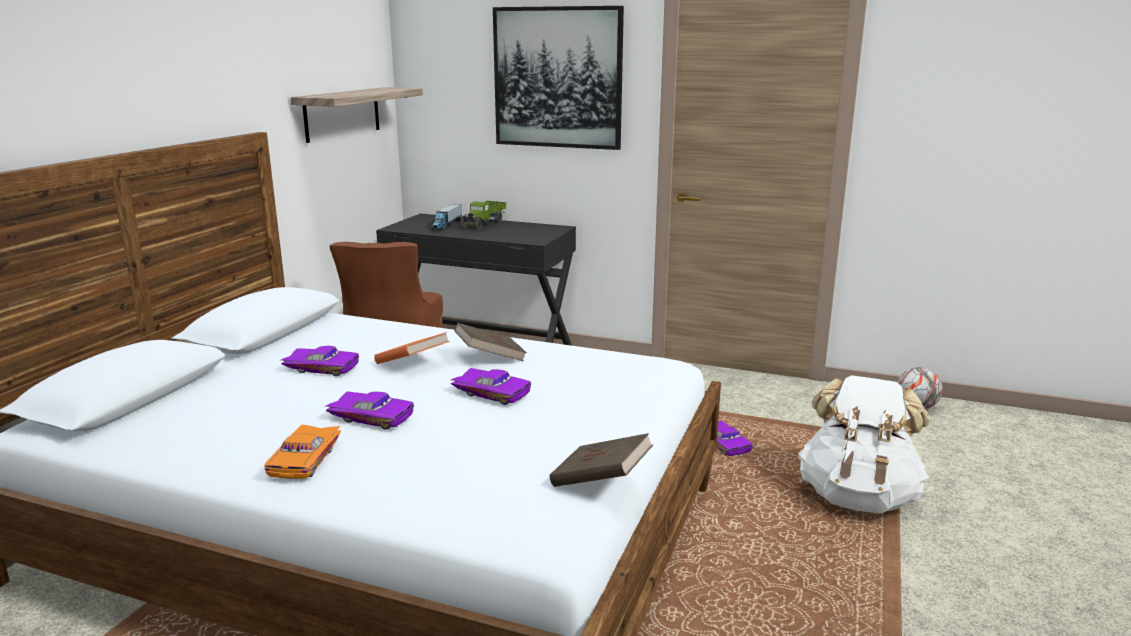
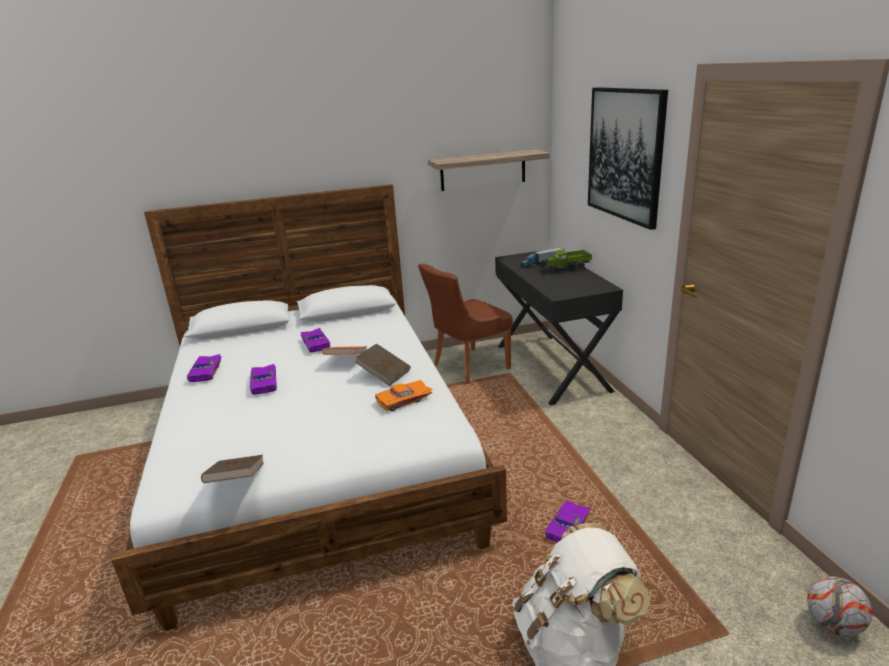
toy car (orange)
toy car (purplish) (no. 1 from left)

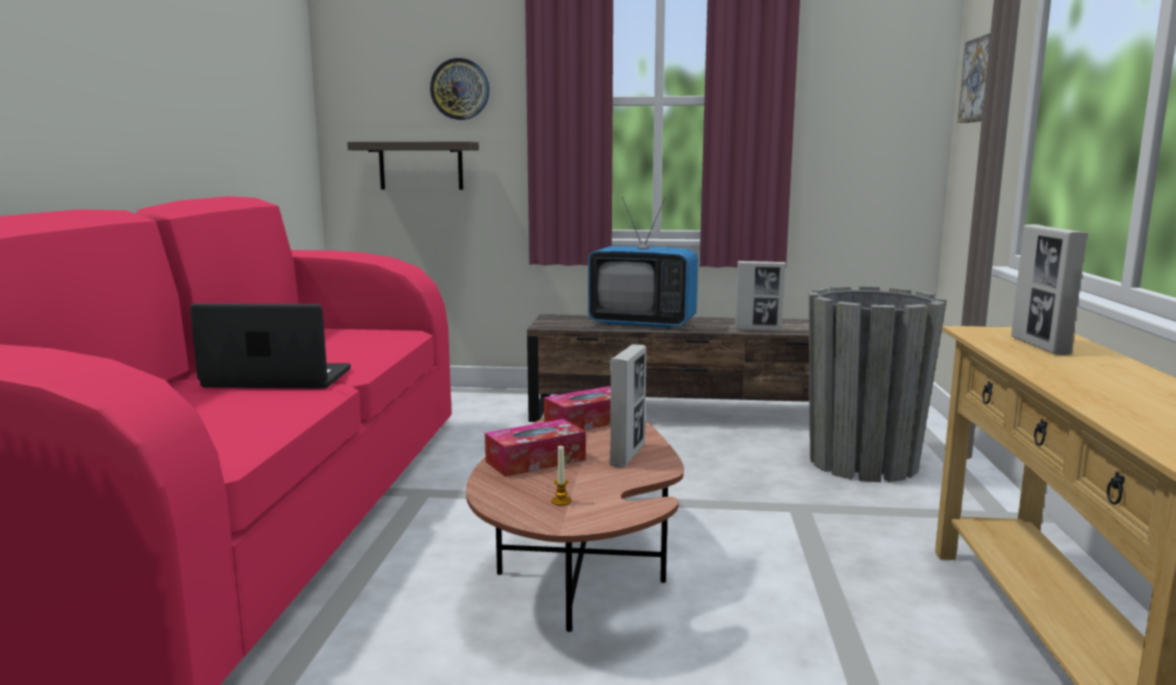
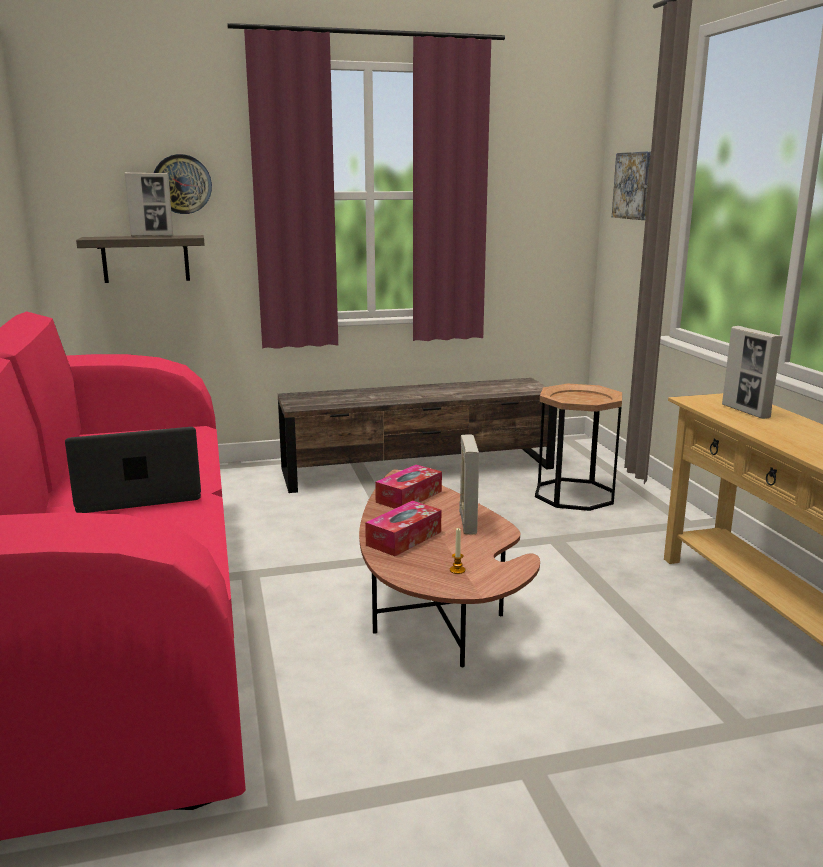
television
standing frame (no. 1 from left)
side table (brownish)

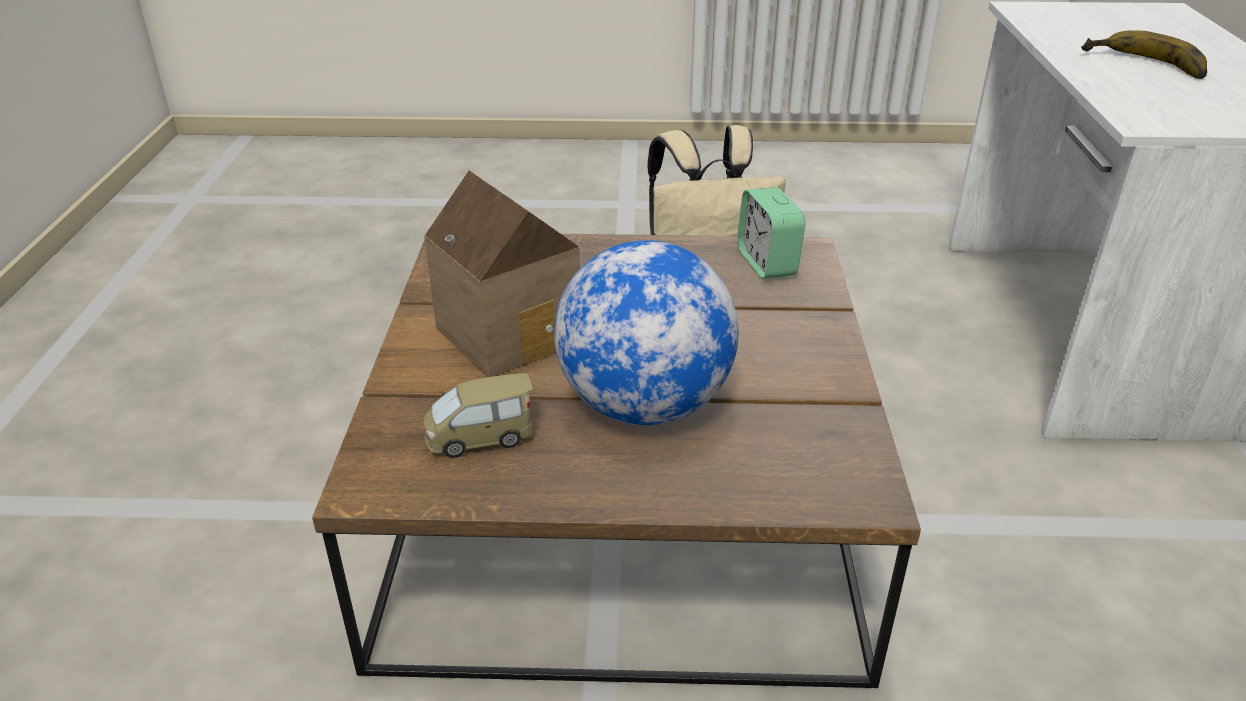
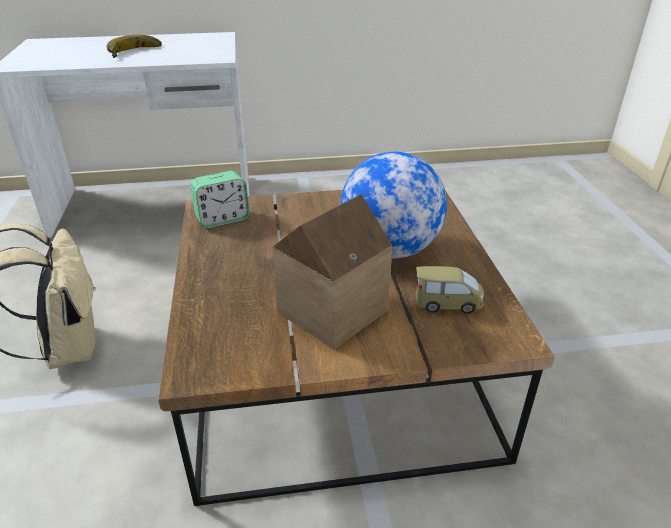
toy car

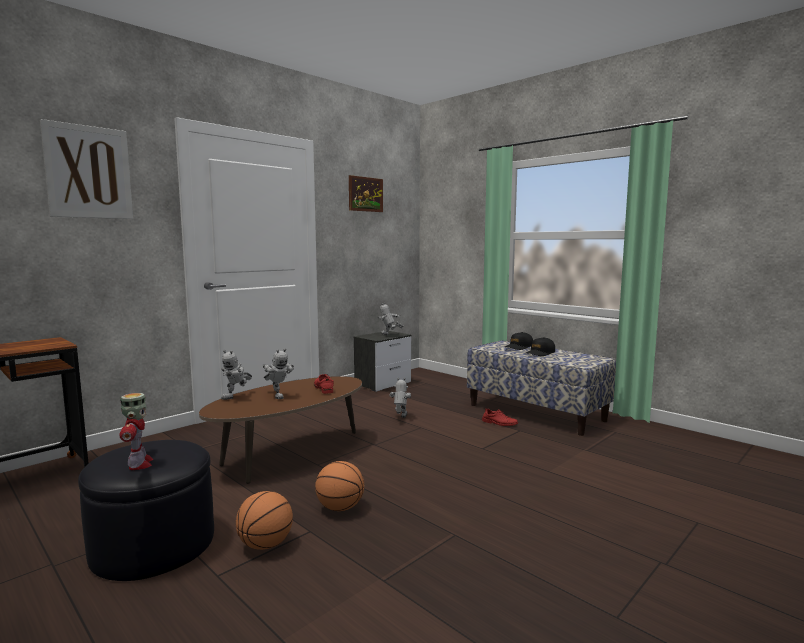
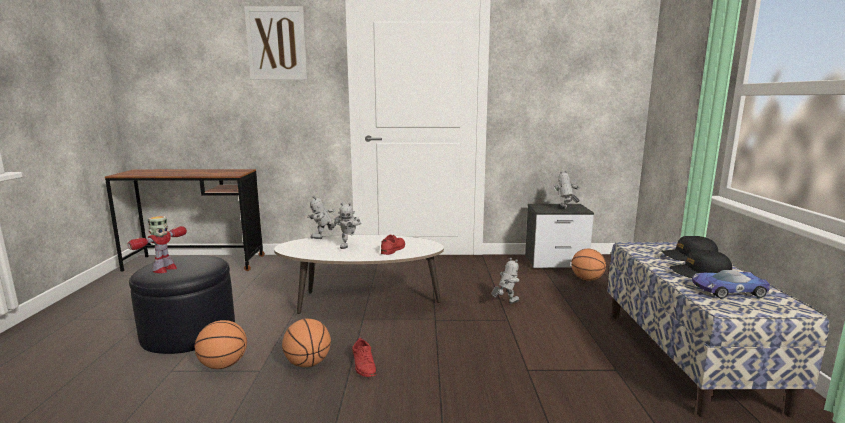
wall art (no. 2 from left in the first image)
ball for basketball (no. 3 from left)
toy car
shoe (red) (no. 1 from left)
low table (white-coloured)

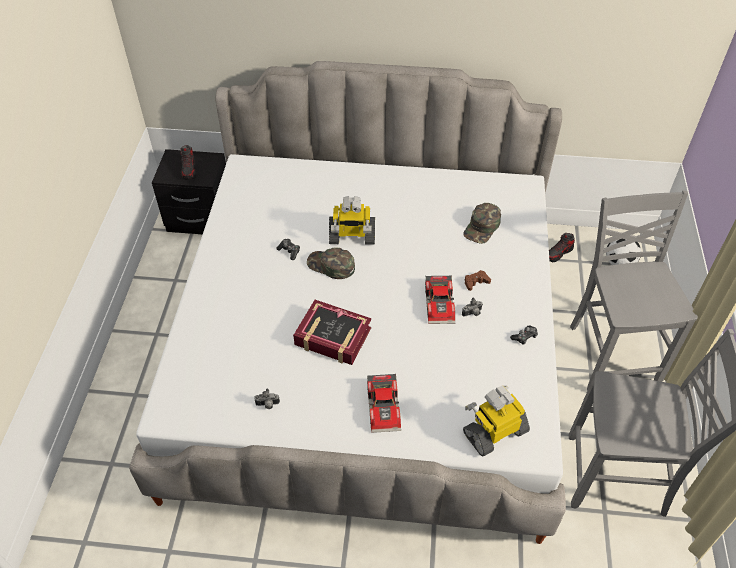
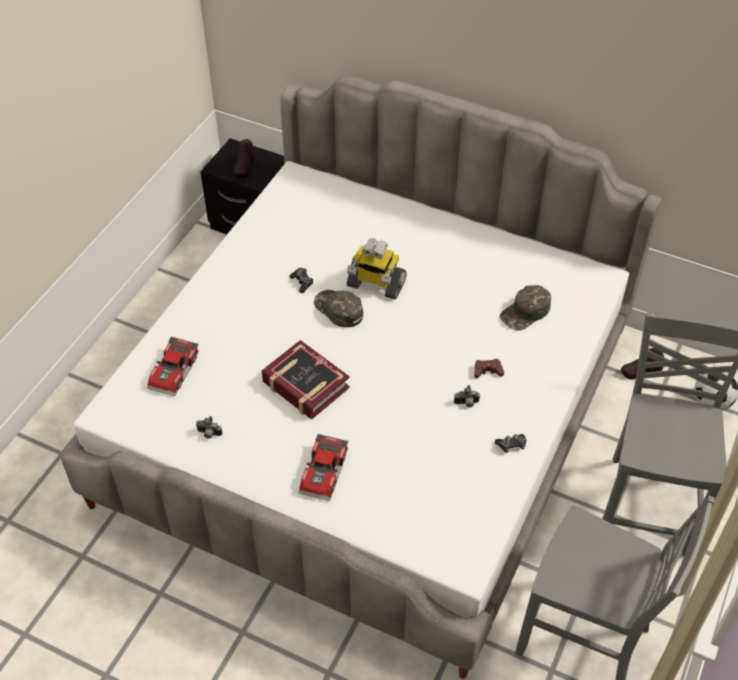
model robot (no. 2 from left in the first image)
toy car (no. 1 from left)

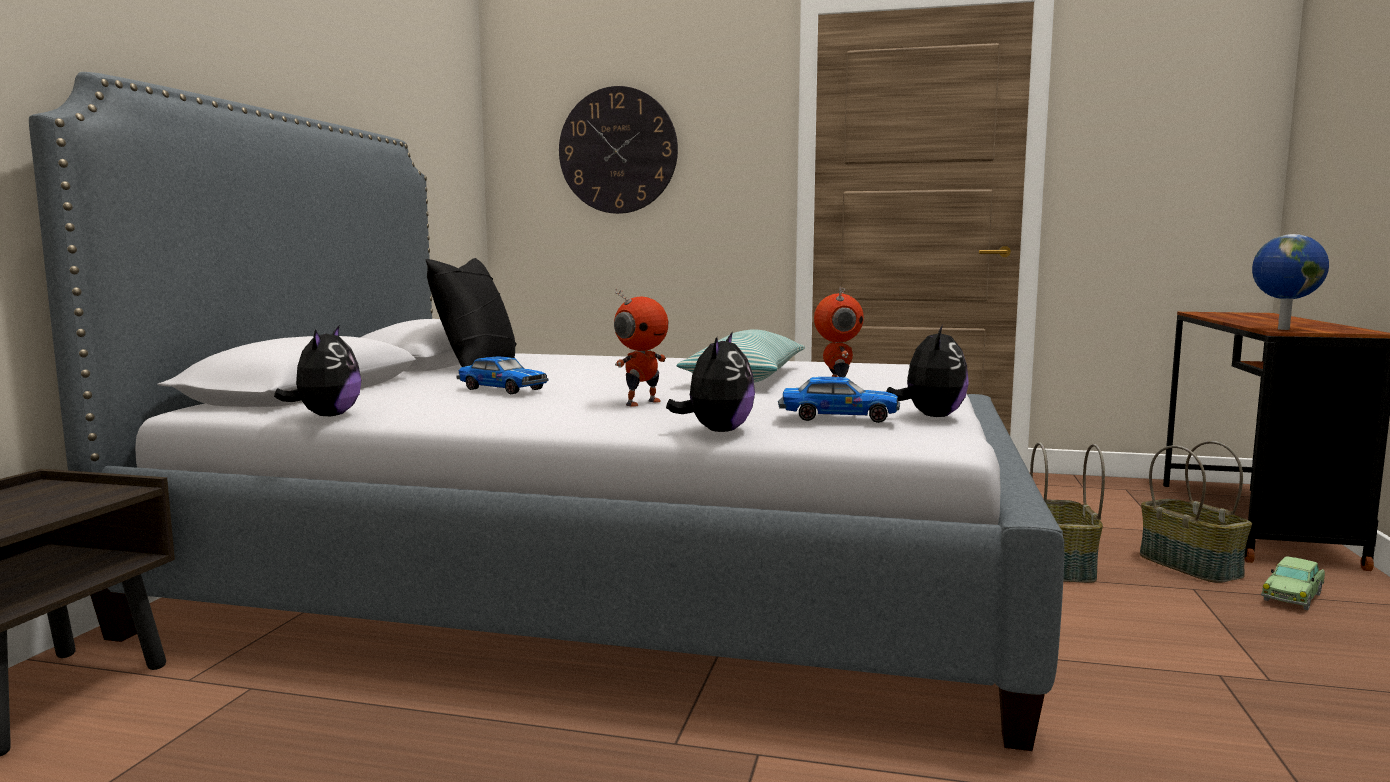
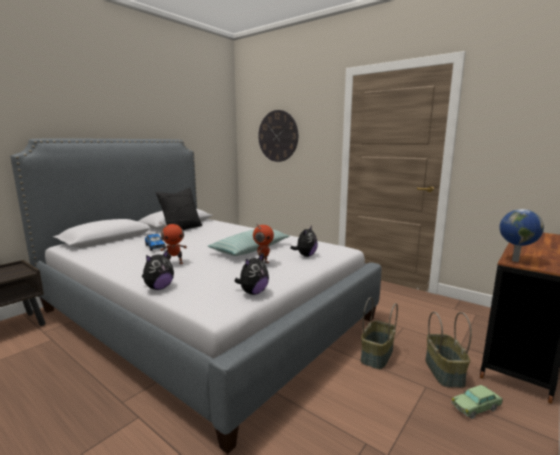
toy car (no. 2 from left in the first image)
soft toy (no. 3 from left)

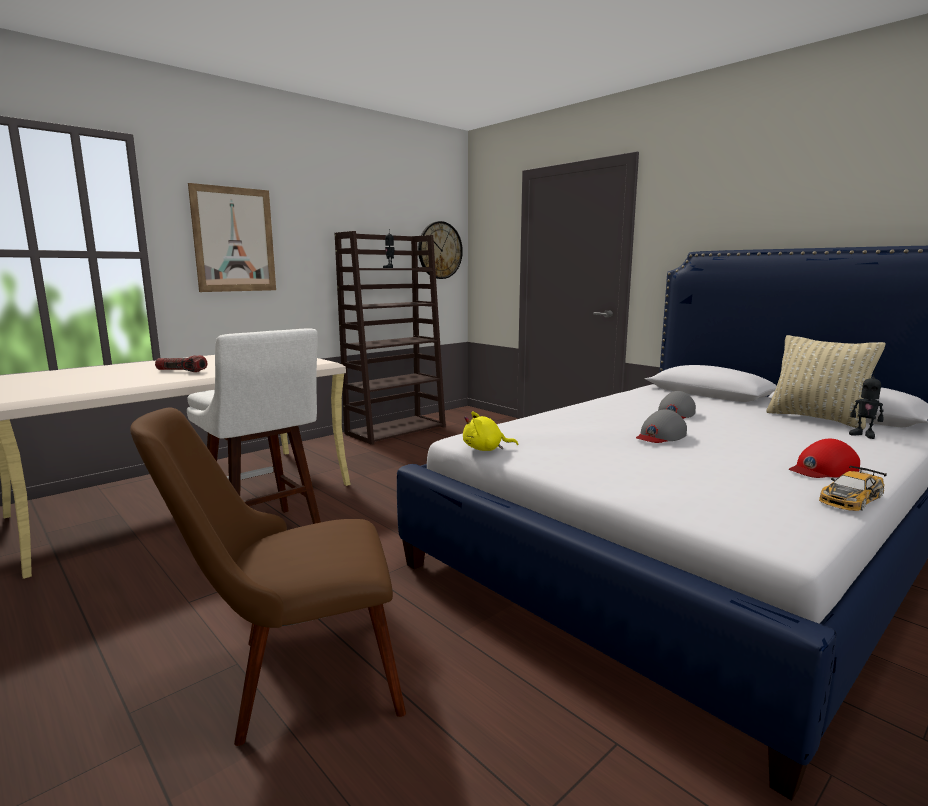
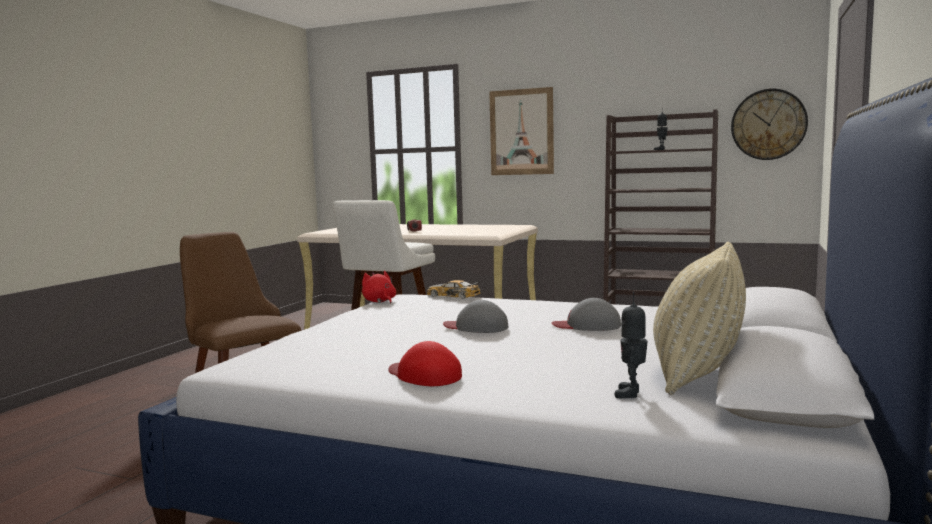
toy car
soft toy (red)

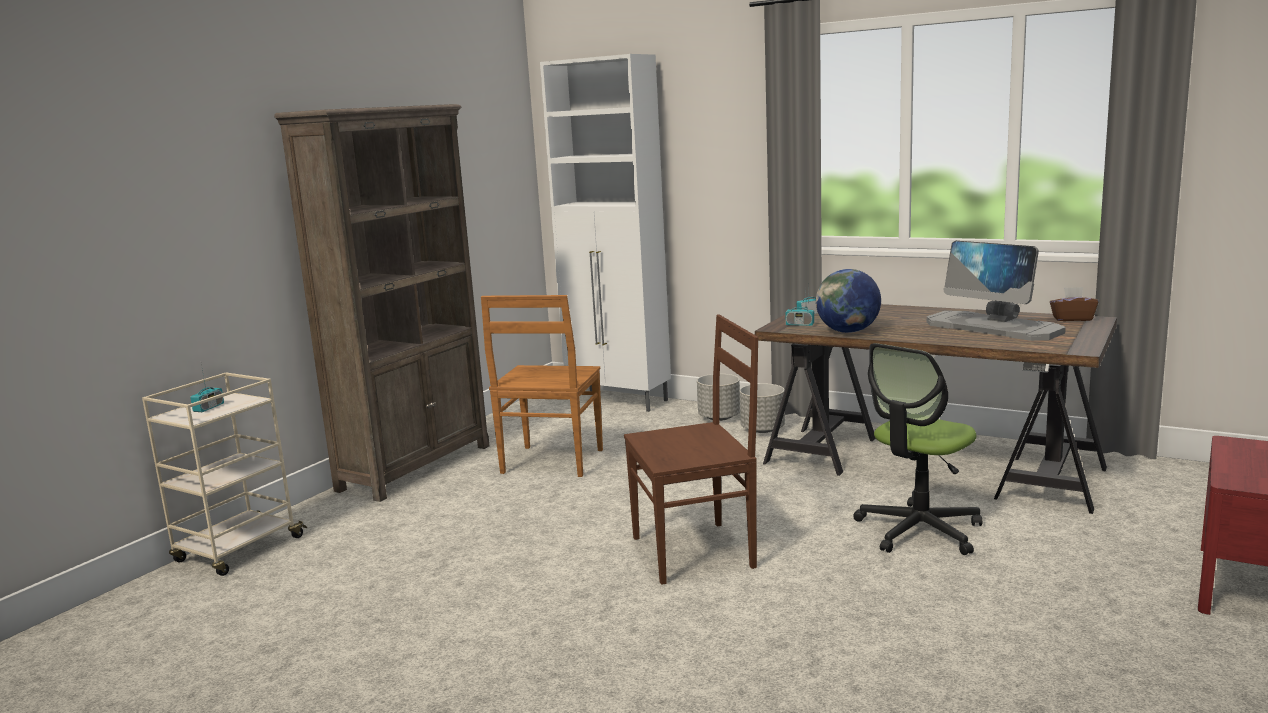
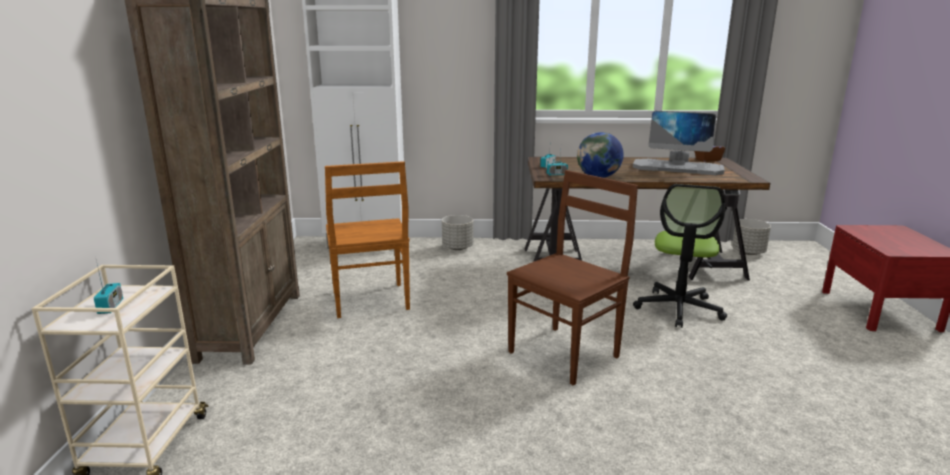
planter (grey) (no. 2 from left)

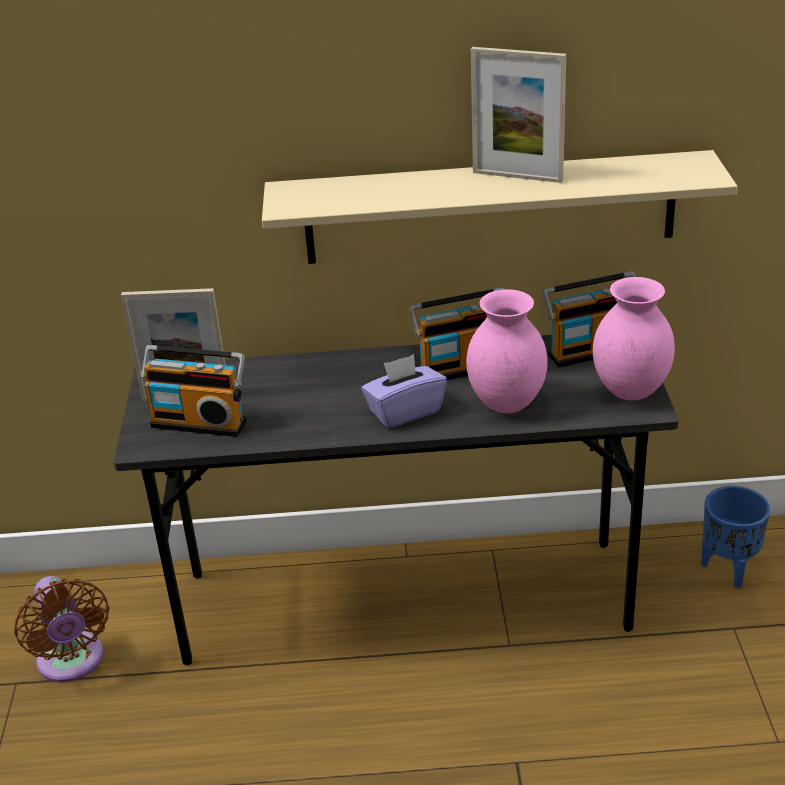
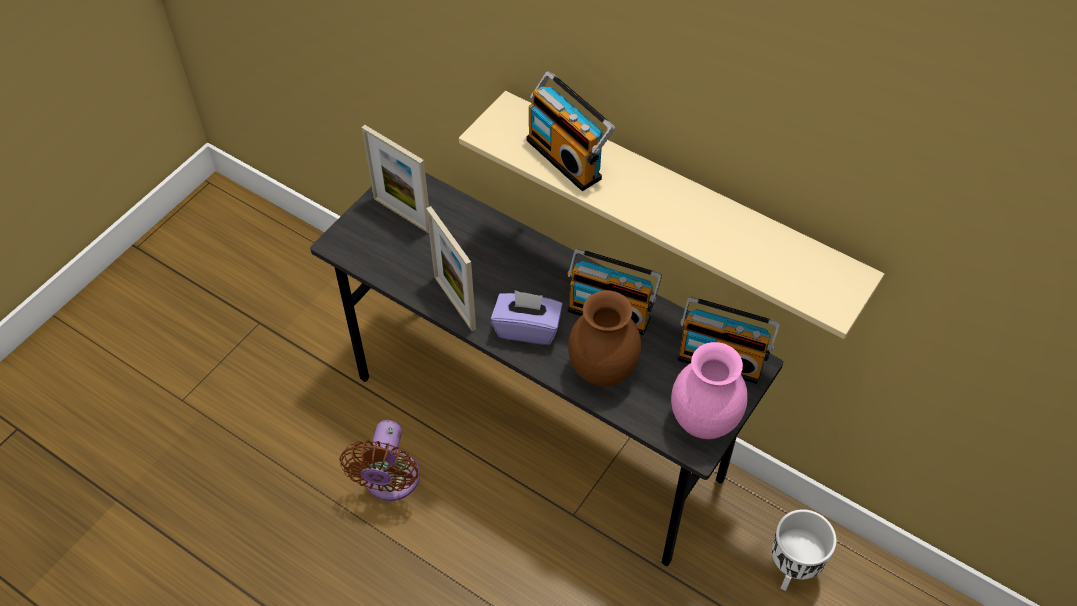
fan (brownish)
radio receiver (no. 1 from left)
standing frame (no. 2 from left)
vase (brownish)
planter (white-coloured)

